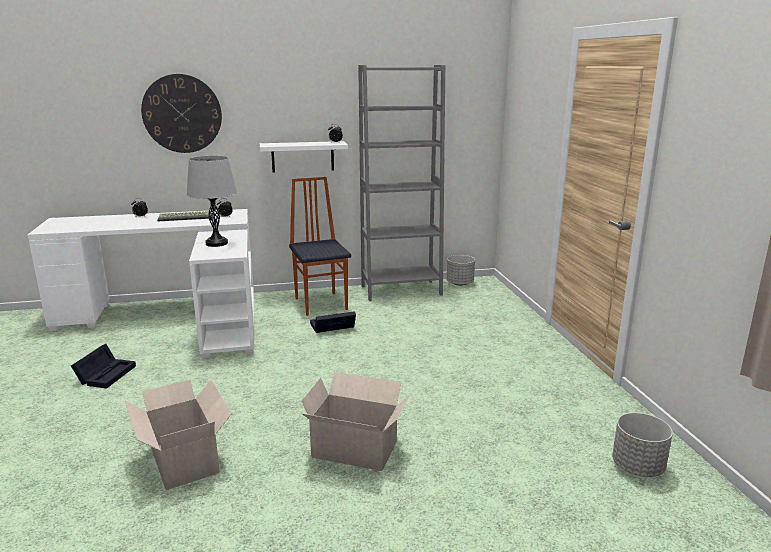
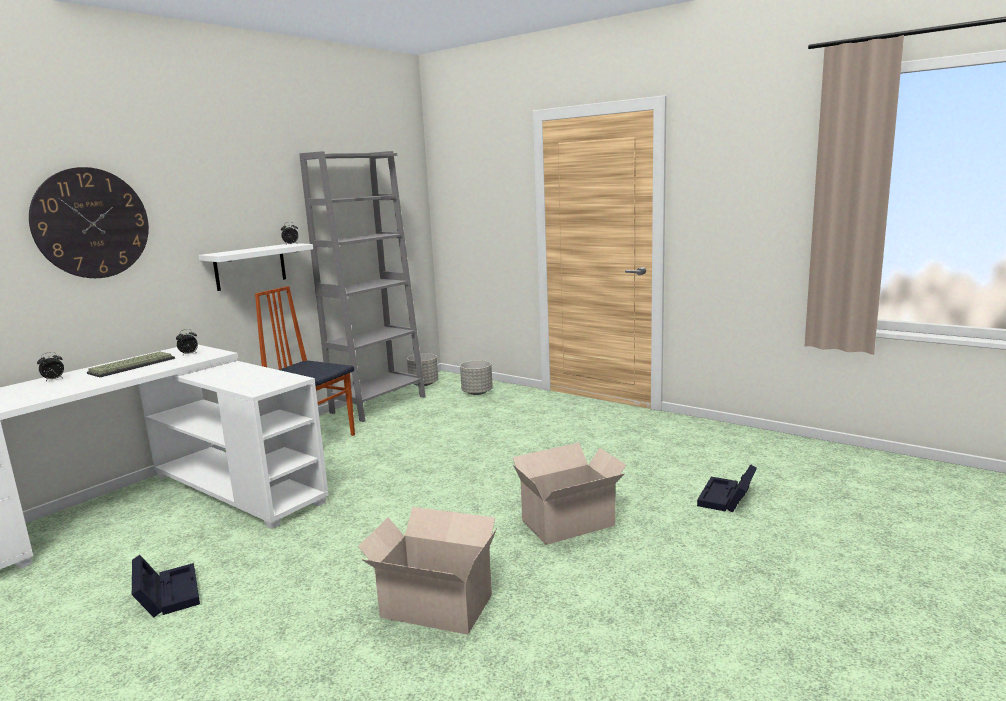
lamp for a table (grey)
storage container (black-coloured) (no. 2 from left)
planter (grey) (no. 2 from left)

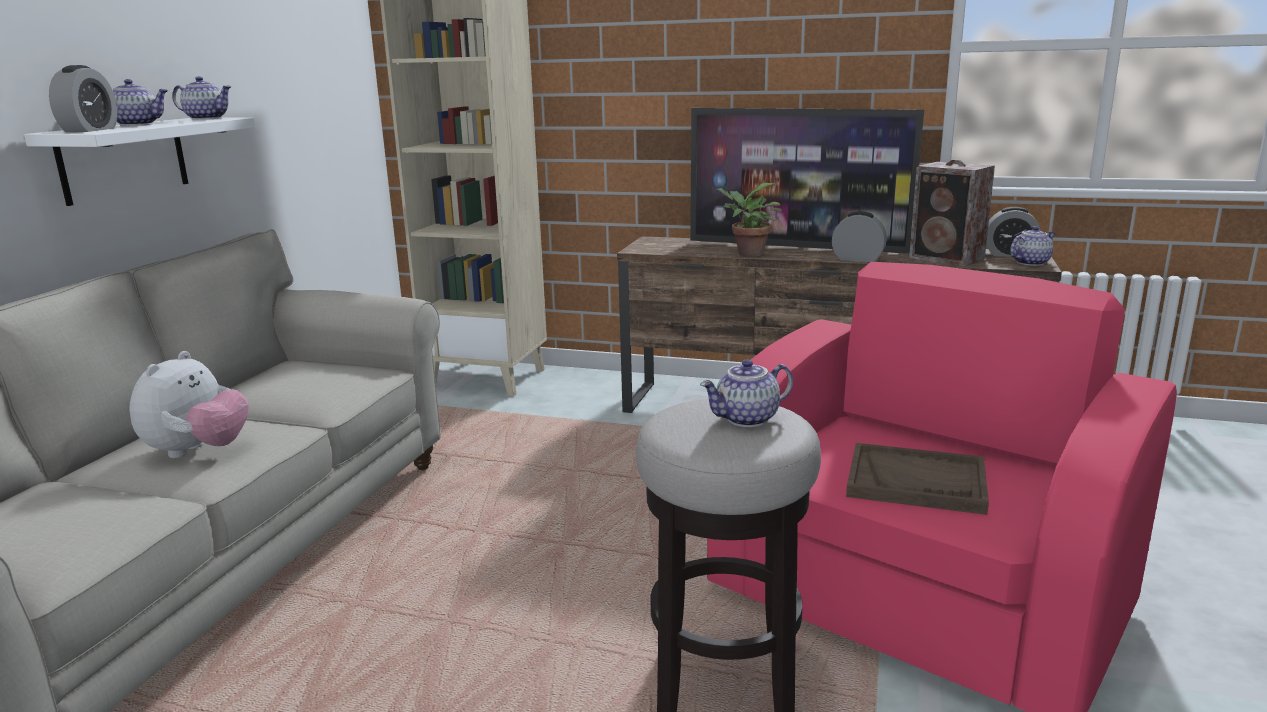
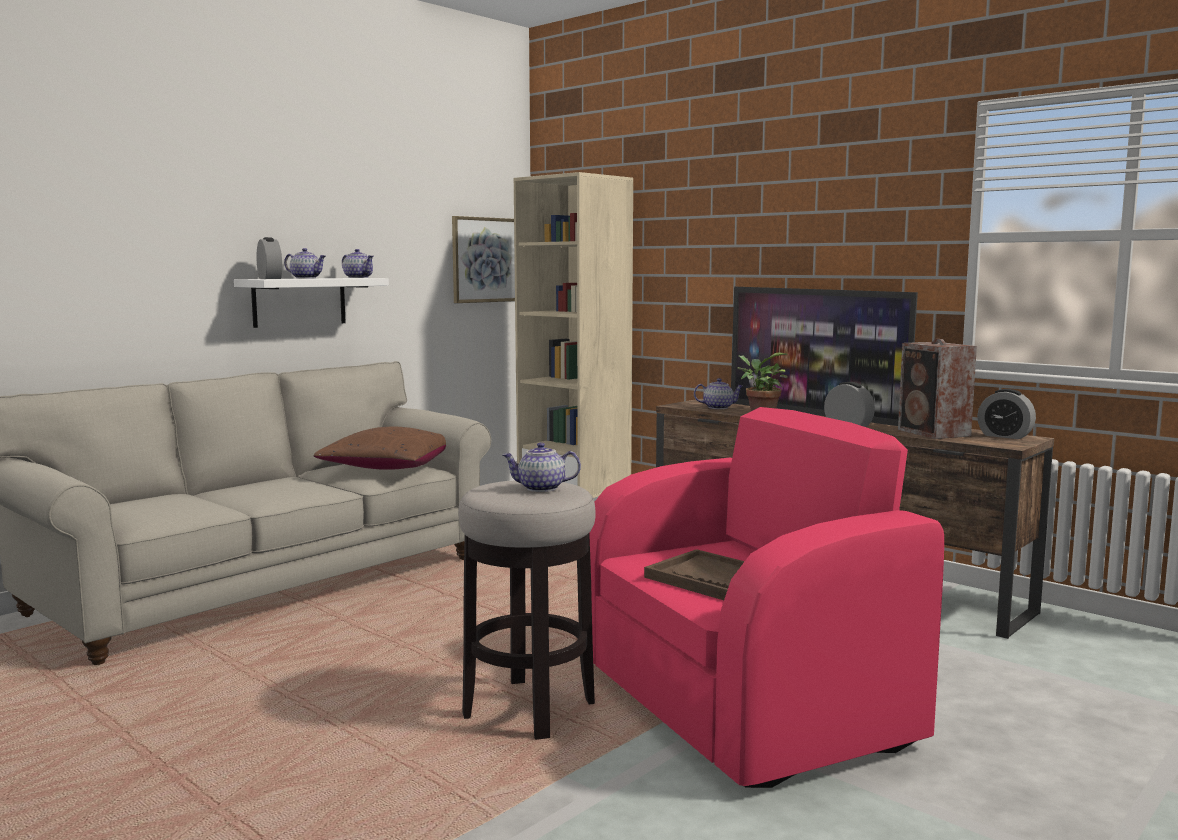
soft toy
cushion (brownish)
wall art
teapot (no. 4 from left)
alarm clock (no. 1 from left)

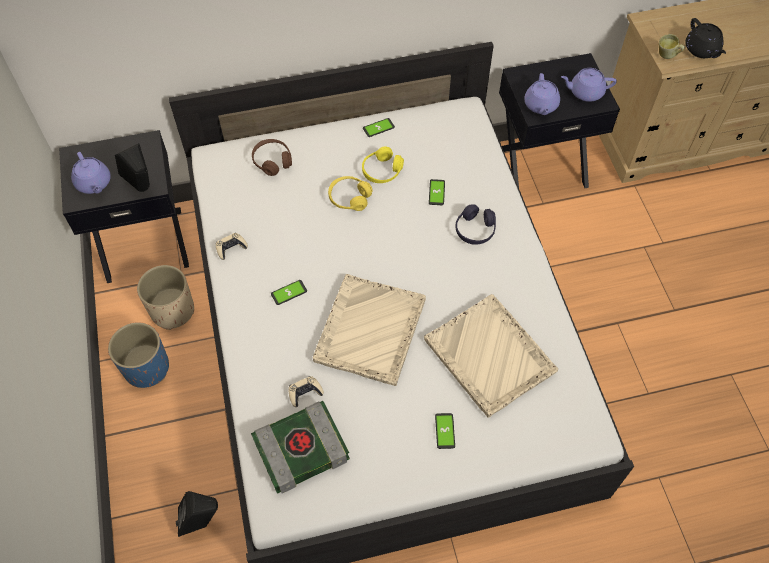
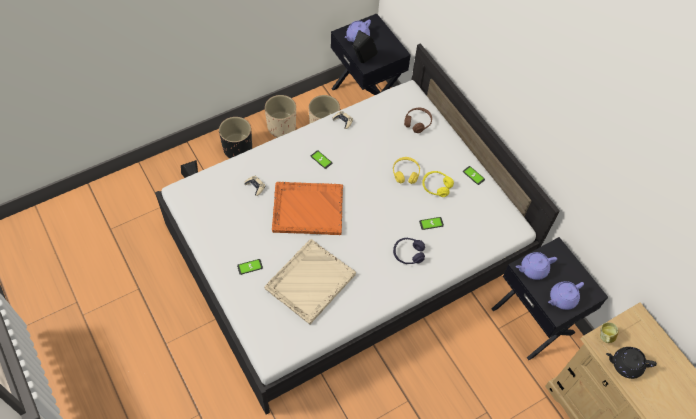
bound book
planter (black-coloured)
planter (beige) (no. 1 from left)
serving tray (orange)
teapot (purplish) (no. 3 from left)
teapot (black-coloured)

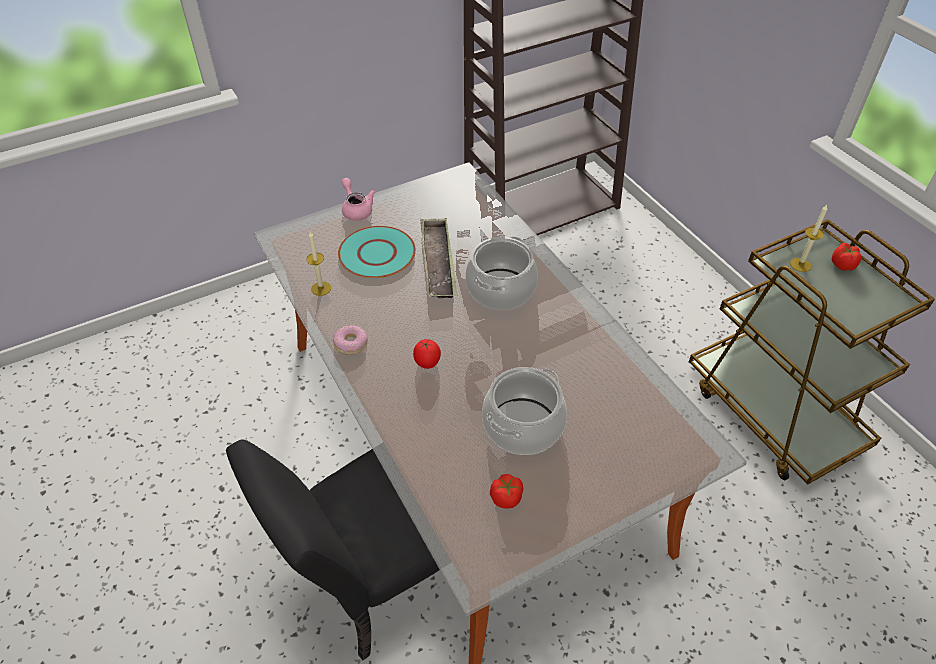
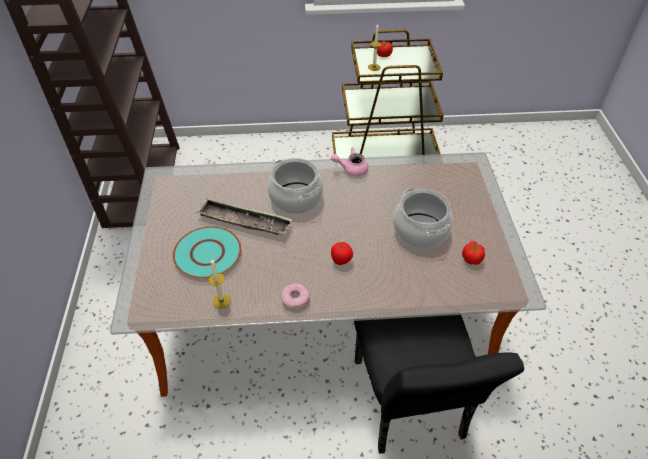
teapot (pink)

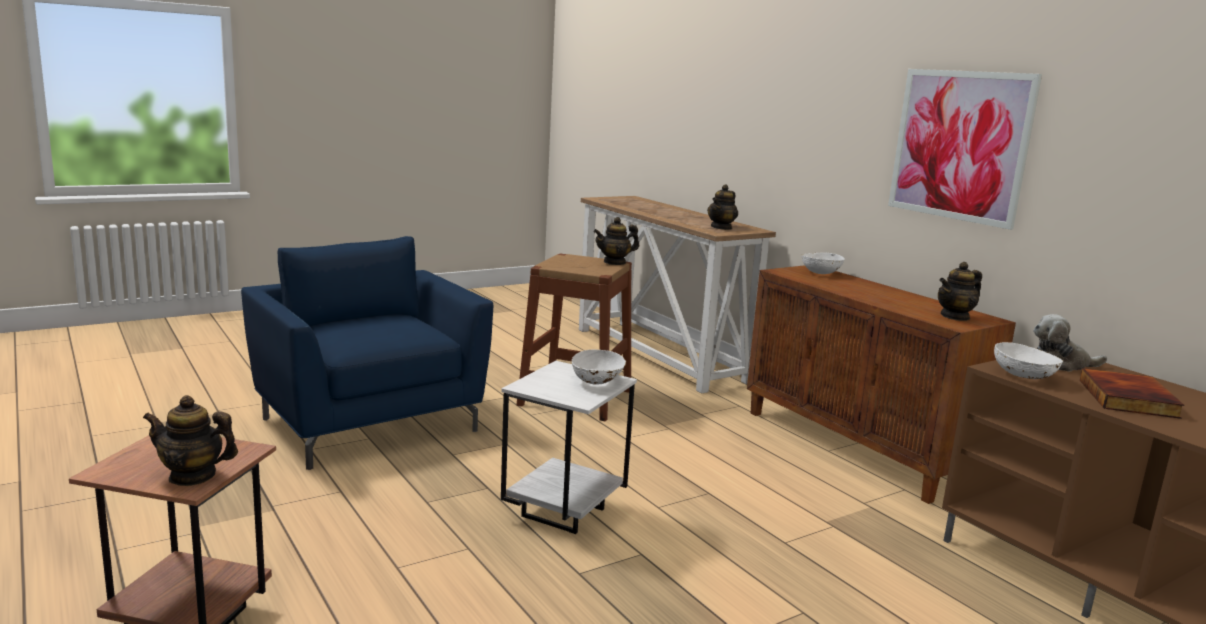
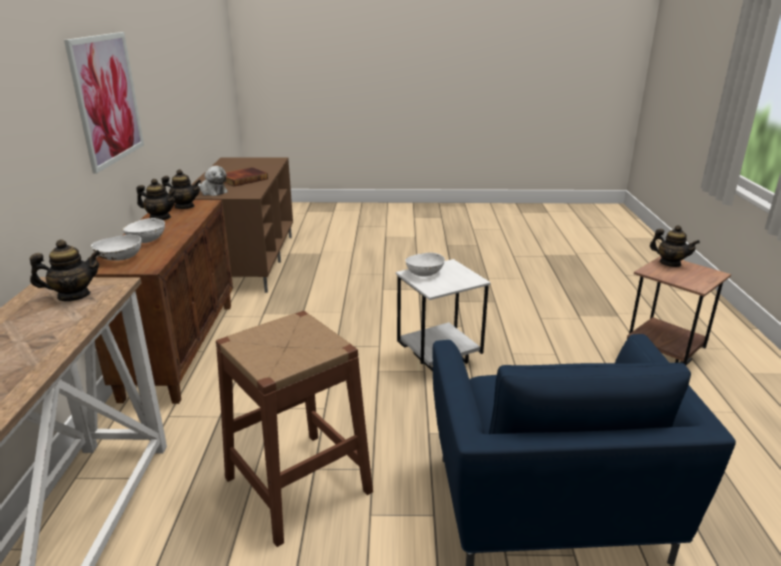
teapot (no. 2 from left)
serving bowl (white-coloured) (no. 2 from left)

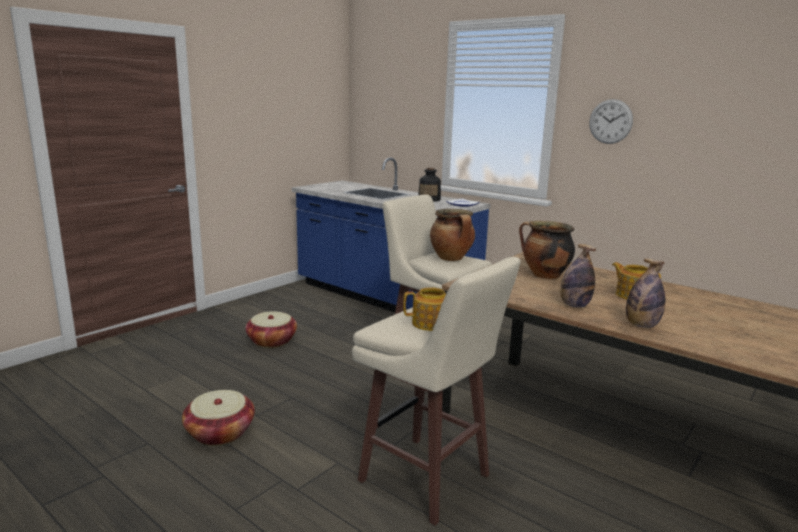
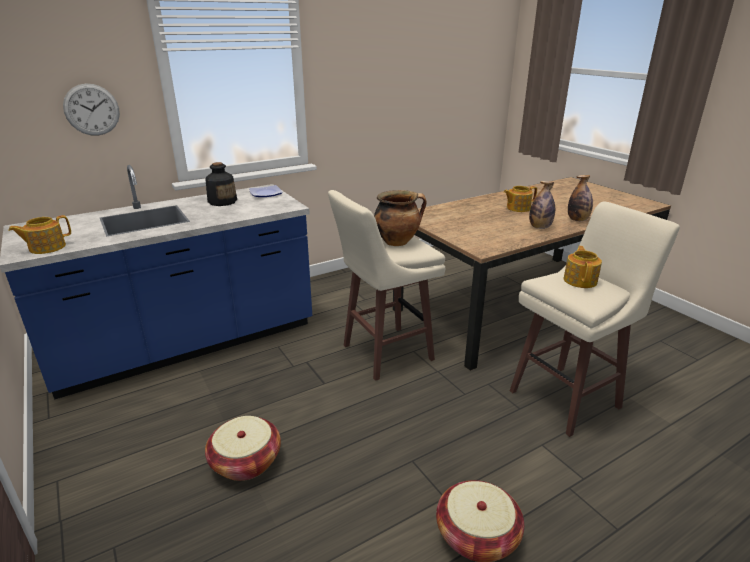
stockpot (no. 2 from left in the first image)
teapot (no. 1 from left)
wall clock

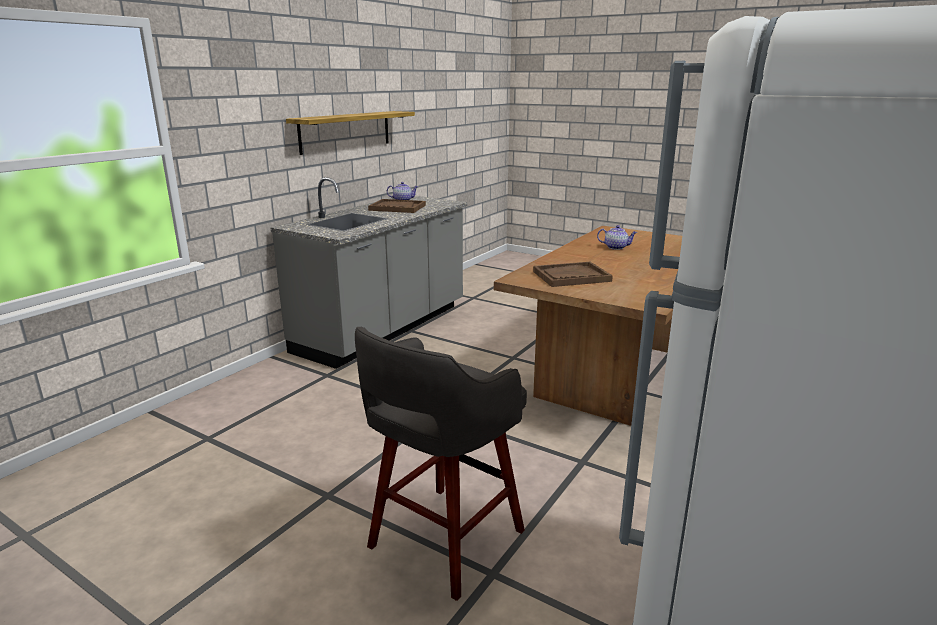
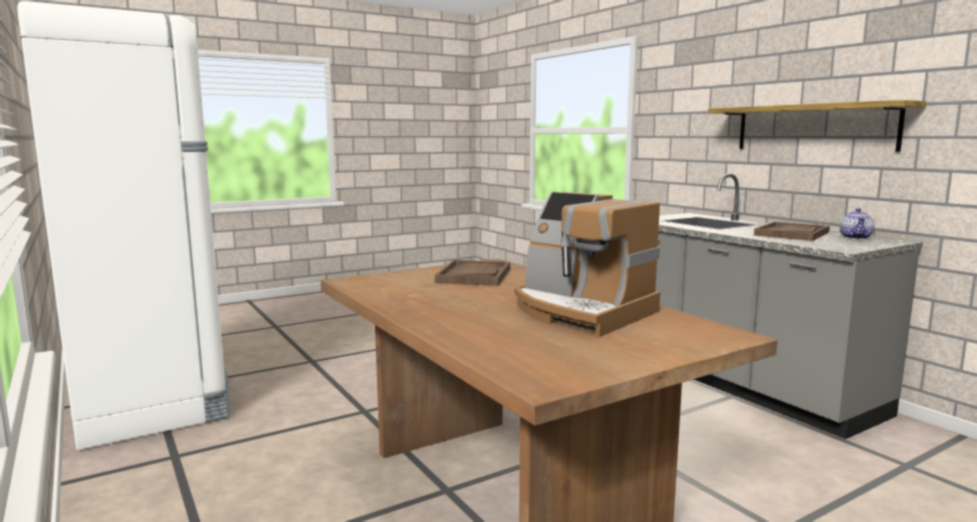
sitting stool (grey)
coffee maker

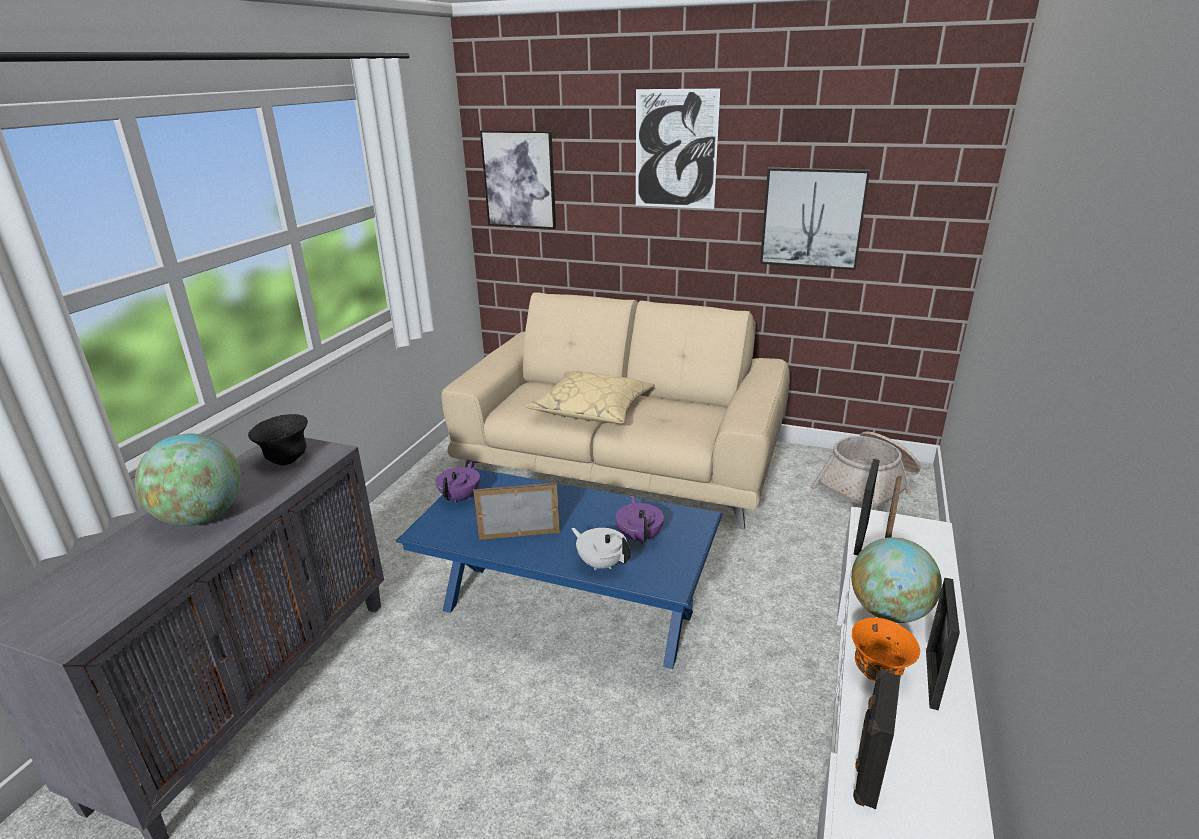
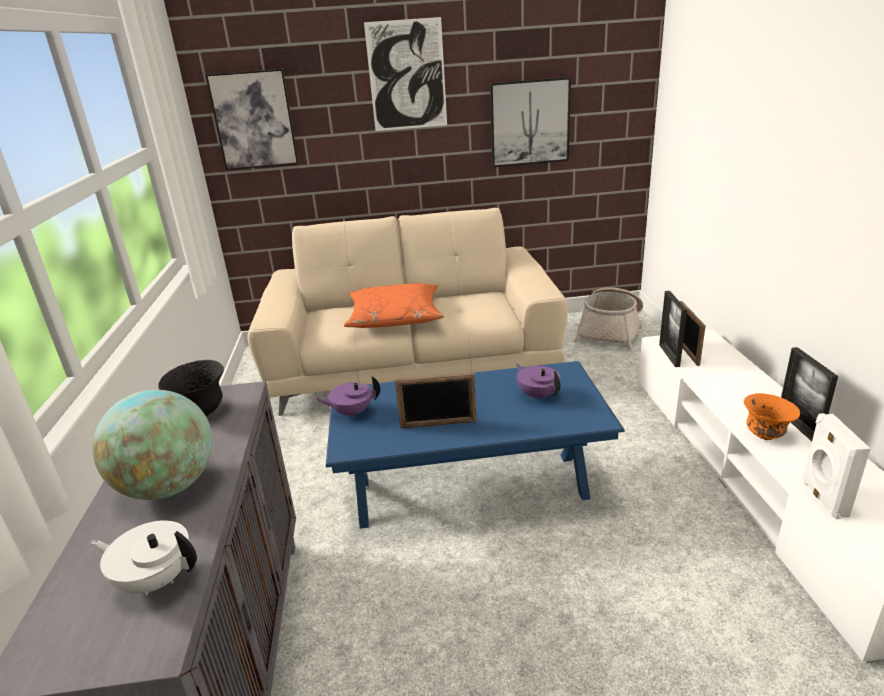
globe (no. 2 from left in the first image)
teapot (white-coloured)
cushion (orange)
speaker (white-coloured)
teapot (purplish) (no. 1 from left)
standing frame (no. 1 from left)

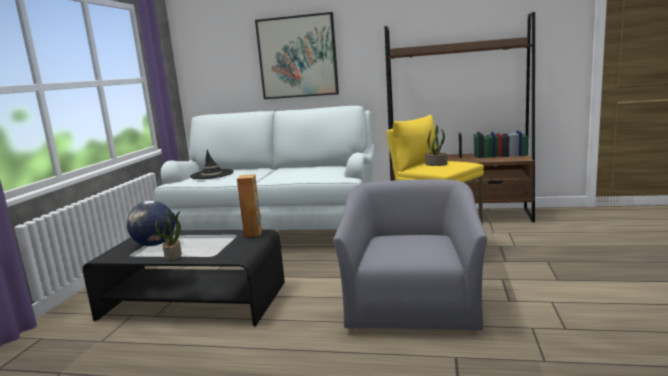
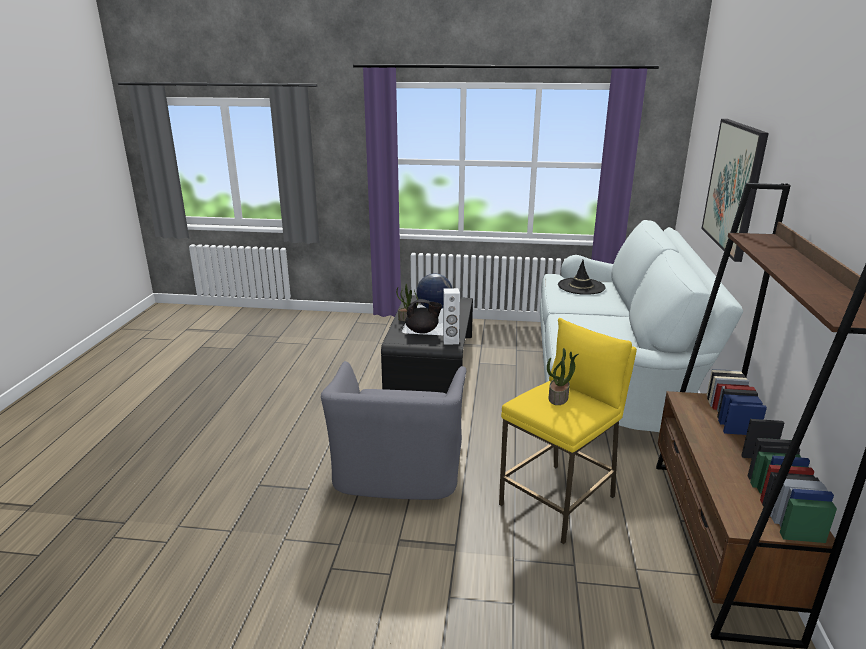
teapot (black-coloured)
speaker (white-coloured)
easy chair (grey)

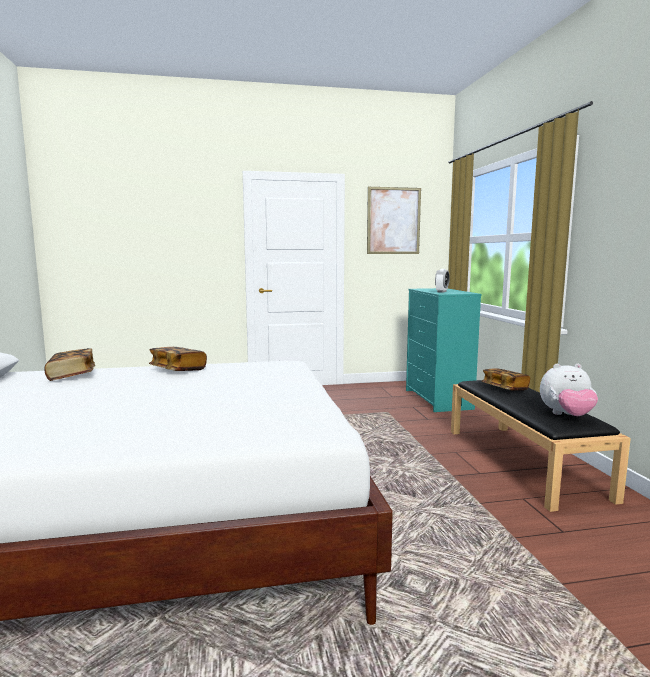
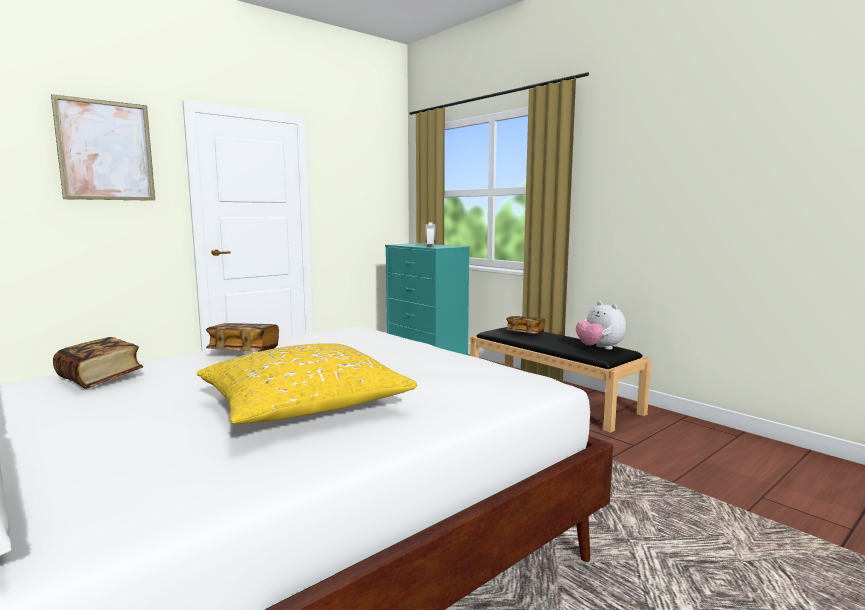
cushion (yellowish)
wall art
soft toy

